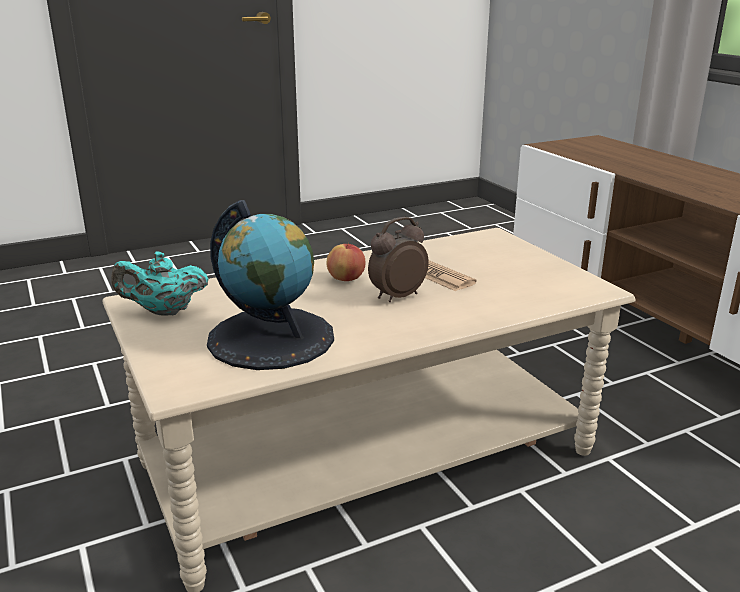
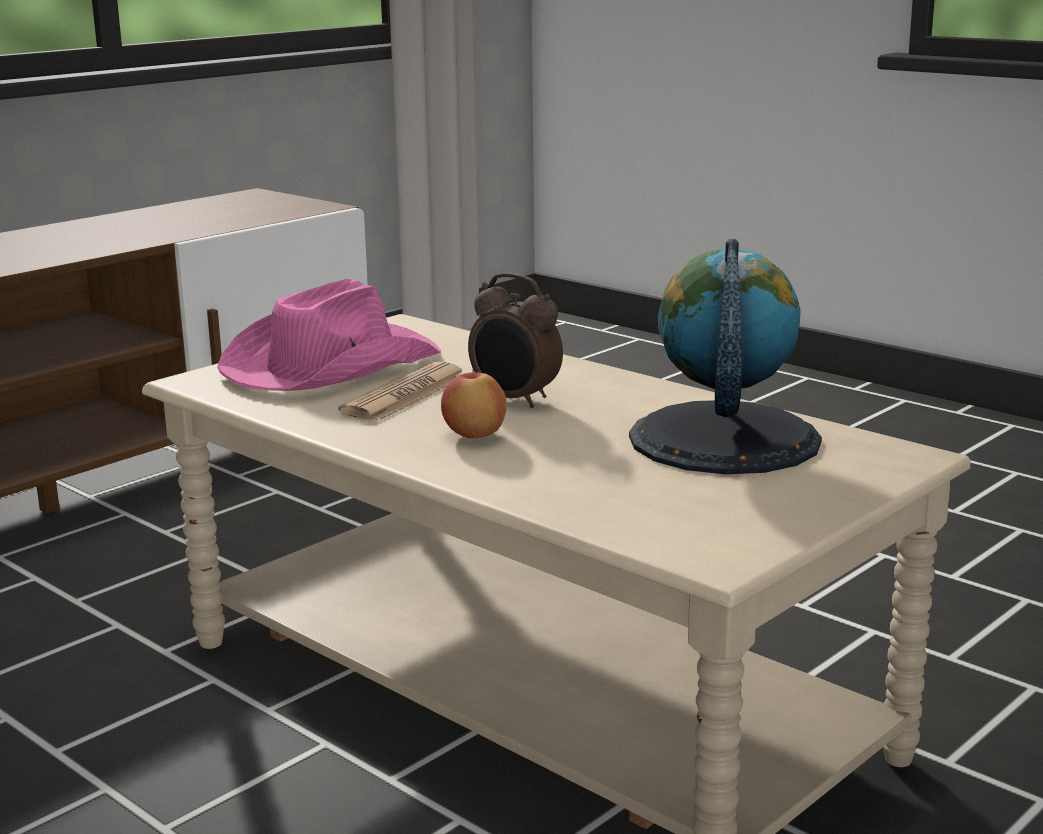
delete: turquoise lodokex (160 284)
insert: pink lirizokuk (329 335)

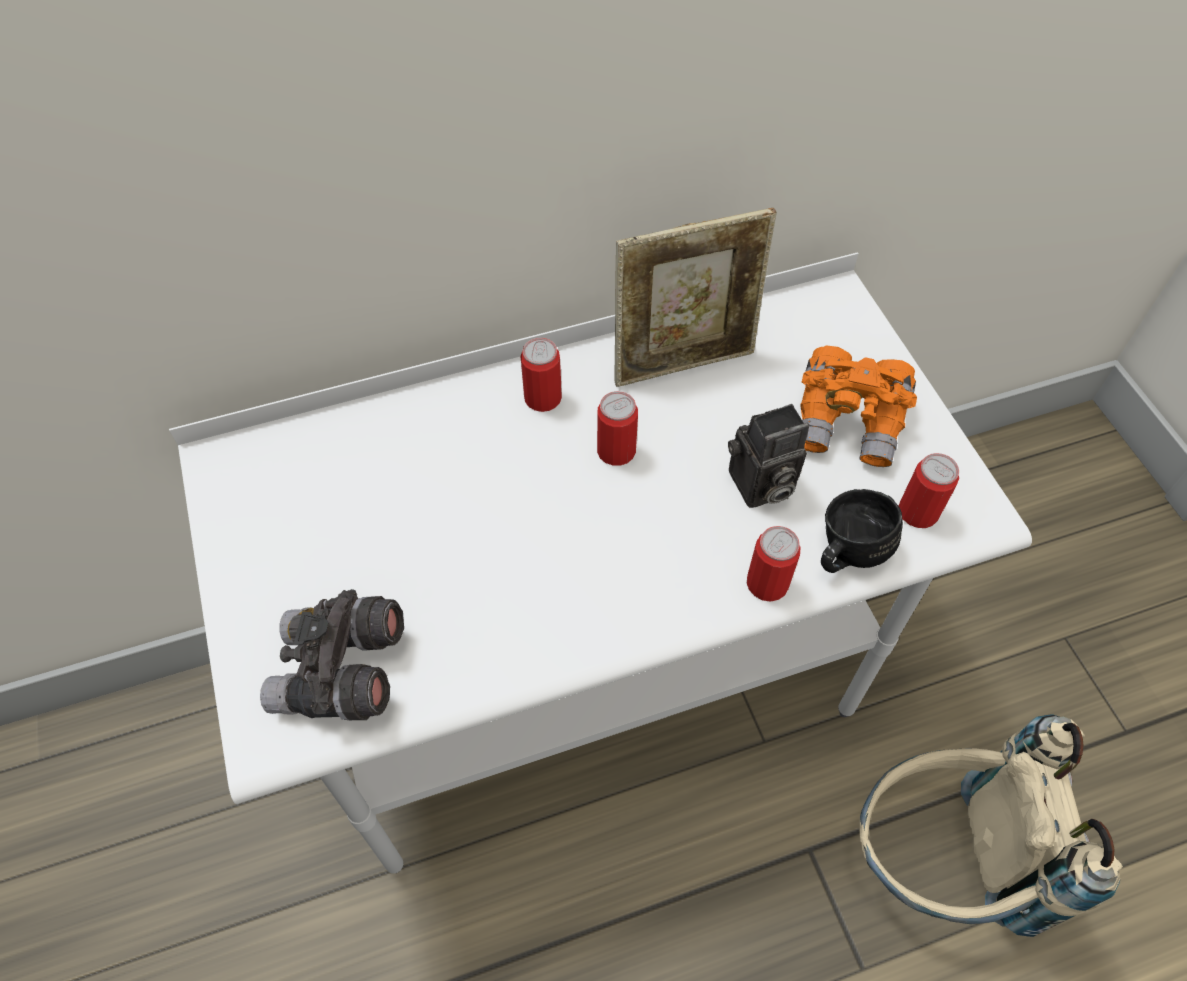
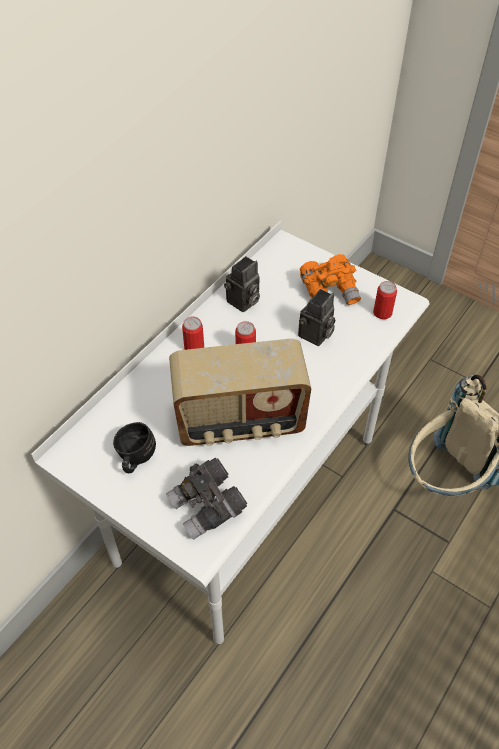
delete: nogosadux (773 564)
insert: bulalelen (240 392)
move: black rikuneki (862 531) to (134 447)
replace: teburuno (695 297) to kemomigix (242 284)

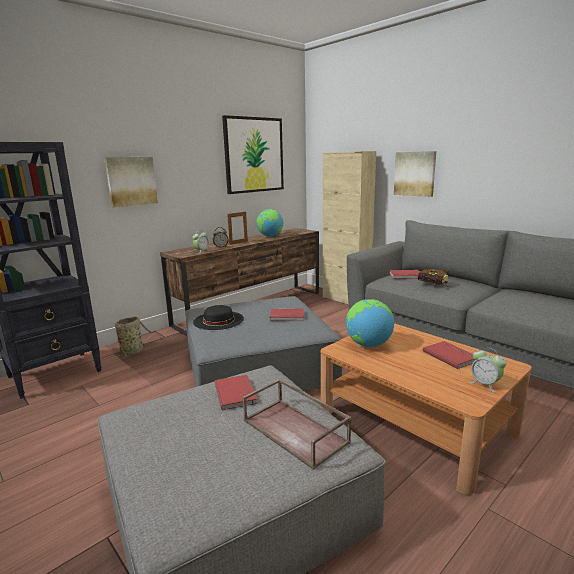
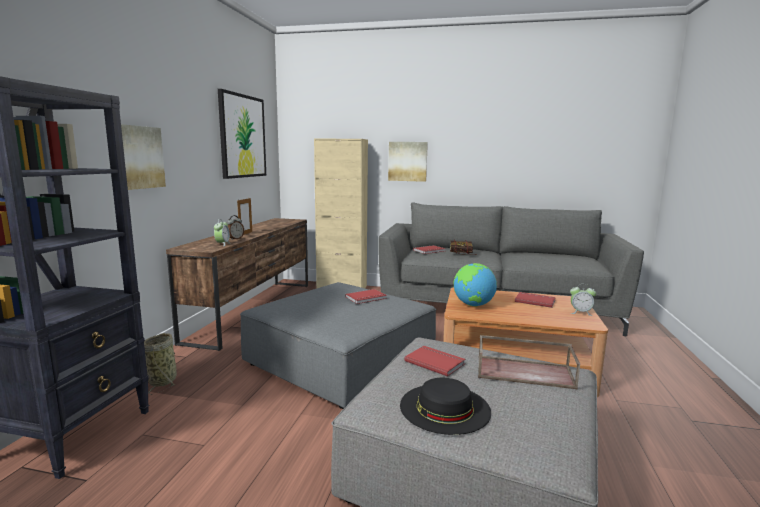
delete: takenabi (270 223)
move: black lirizokuk (218 317) to (445 406)

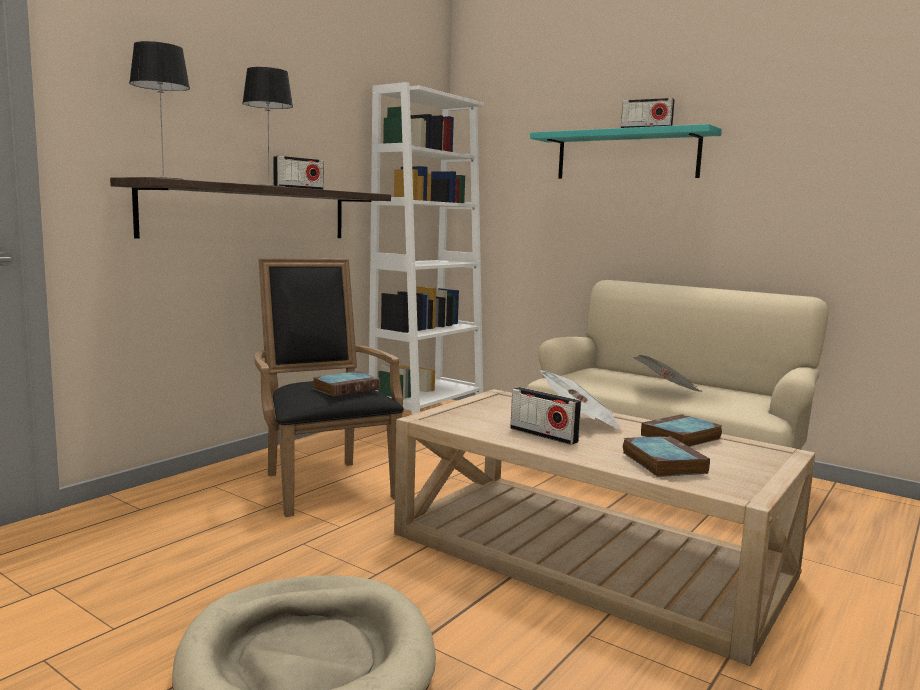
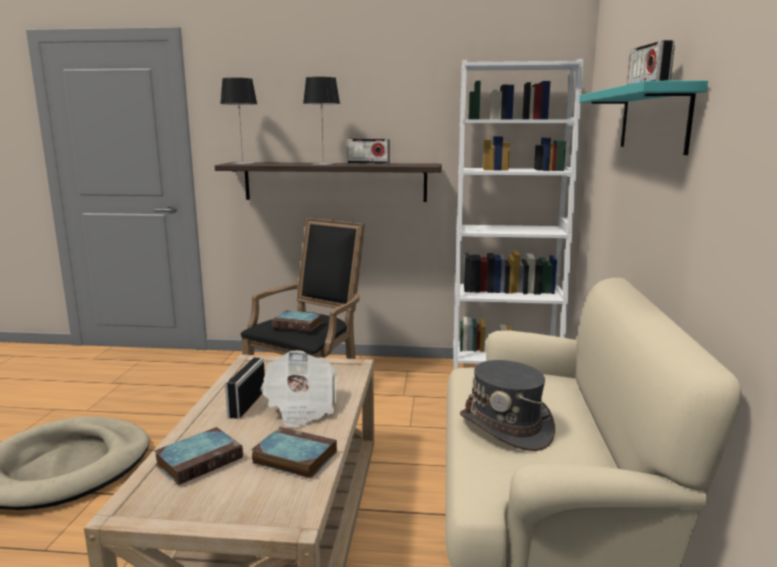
replace: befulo (668 373) to grey lirizokuk (507 405)

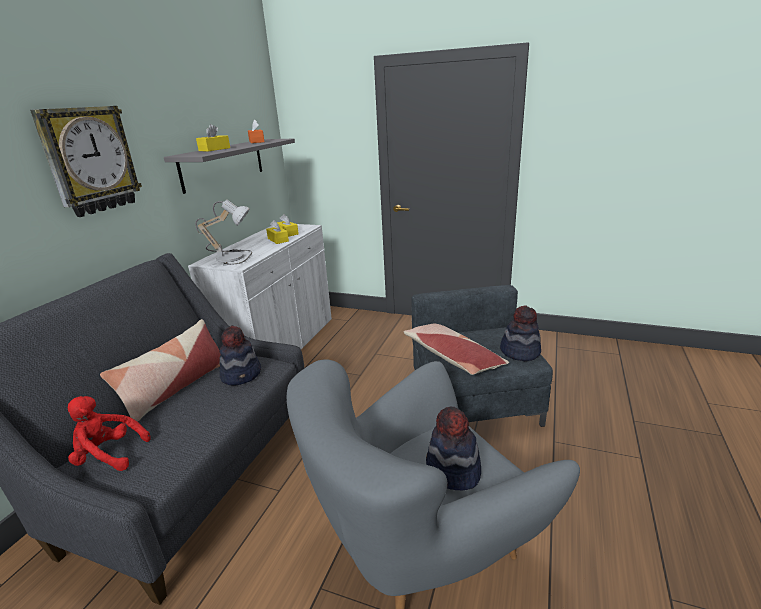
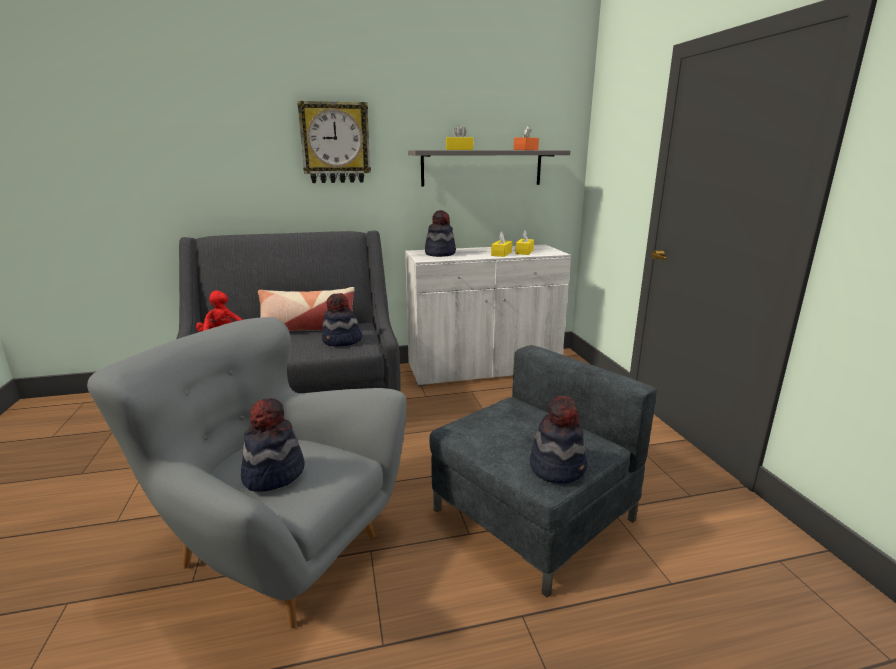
delete: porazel (456 349)
replace: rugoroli (223 233) to lirizokuk (440 233)

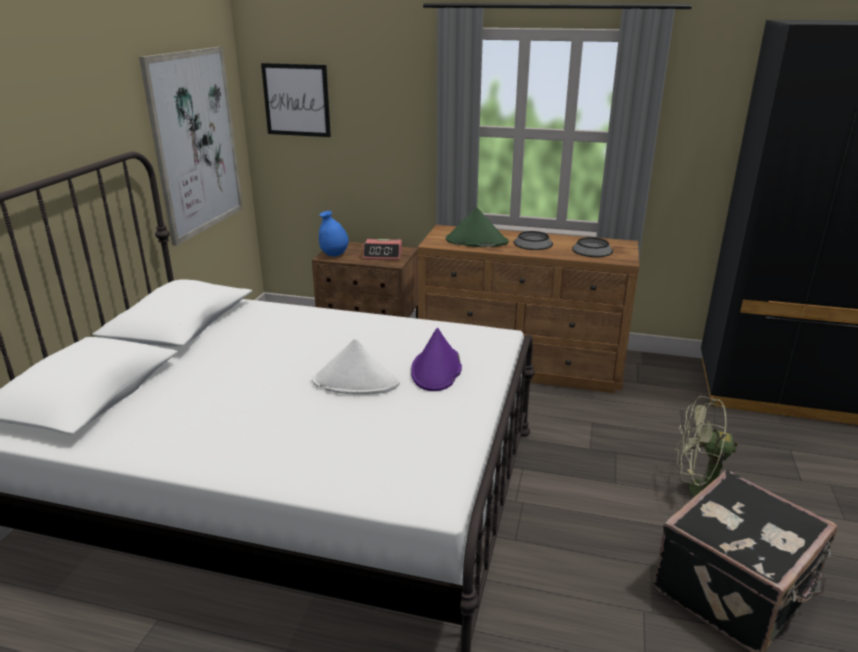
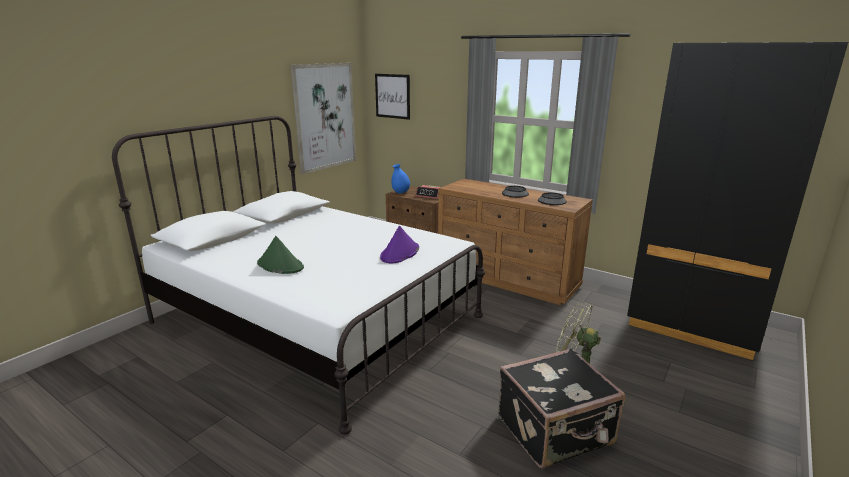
delete: white lirizokuk (355 366)
move: green lirizokuk (477 227) to (280 255)

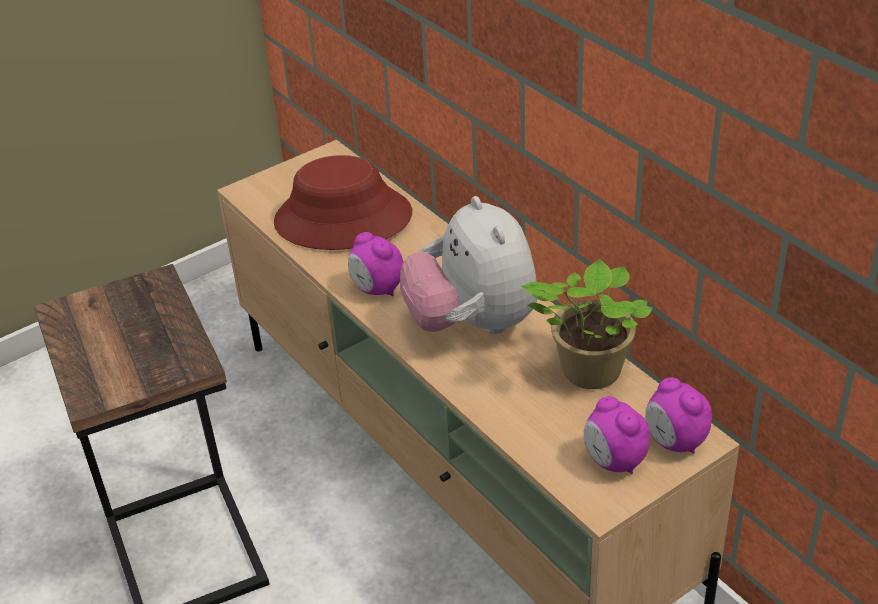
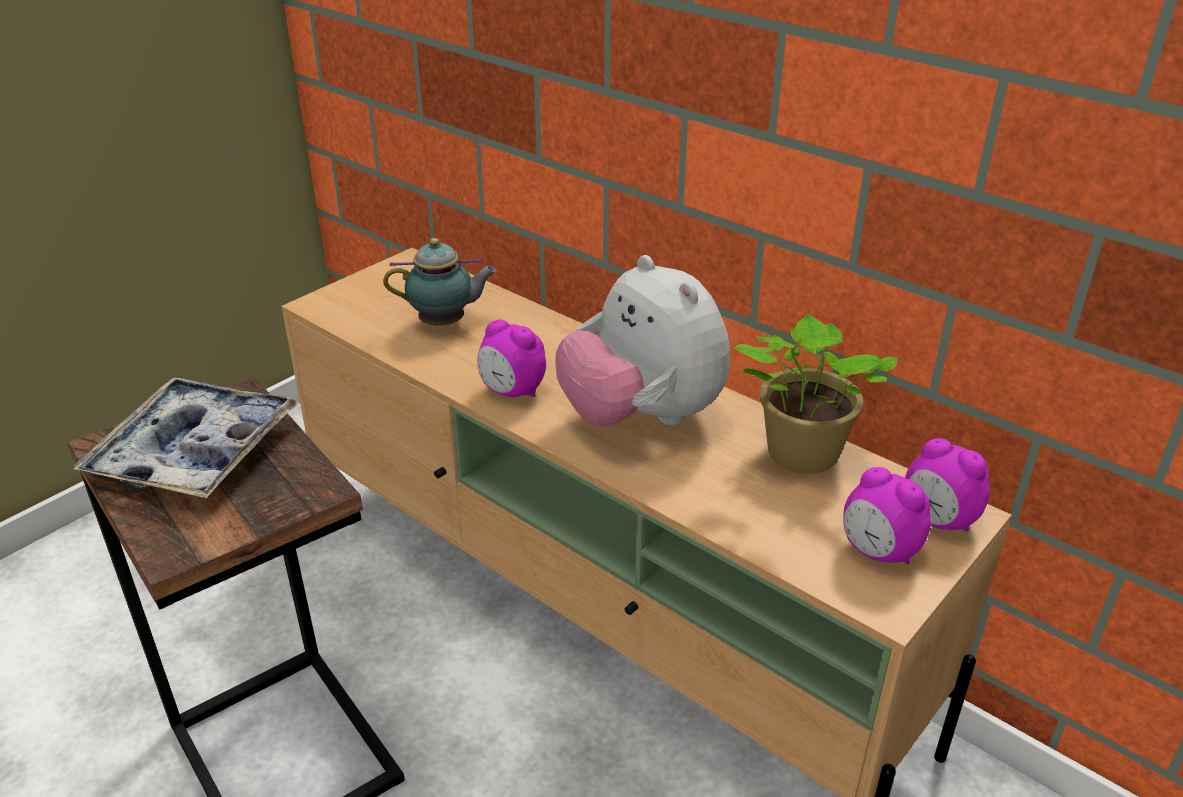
insert: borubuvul (187 438)
replace: red lirizokuk (343 202) to lodokex (440 281)

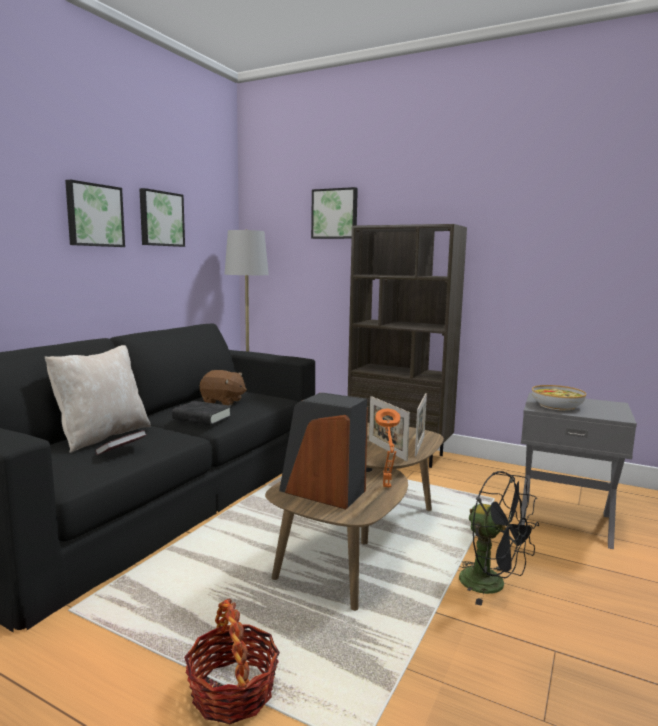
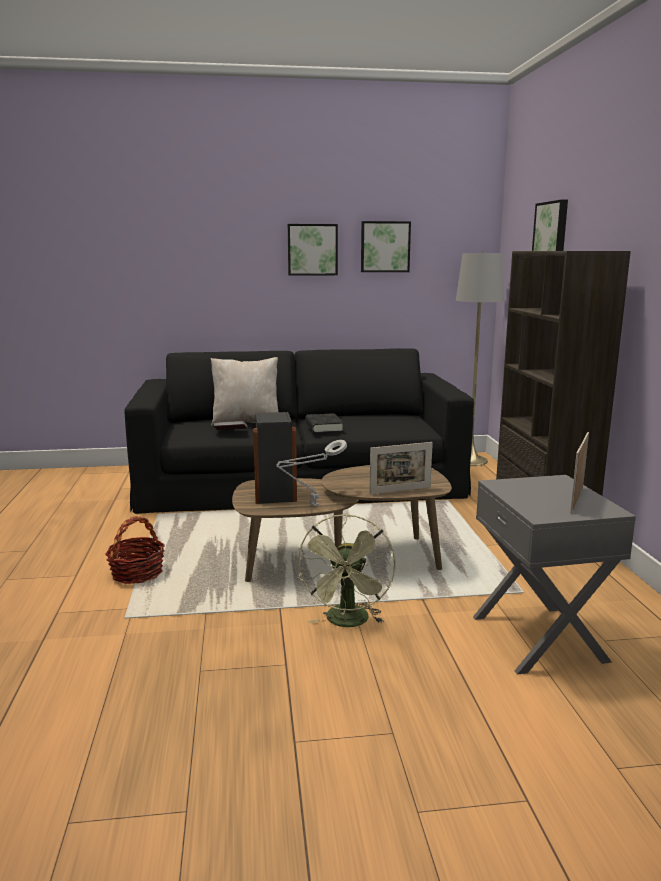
delete: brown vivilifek (223 388); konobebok (559 398)
move: teburuno (389 428) to (579 472)
recolor: orange rugoroli (387 448) to grey rugoroli (311 473); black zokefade (497 538) to green zokefade (346 570)

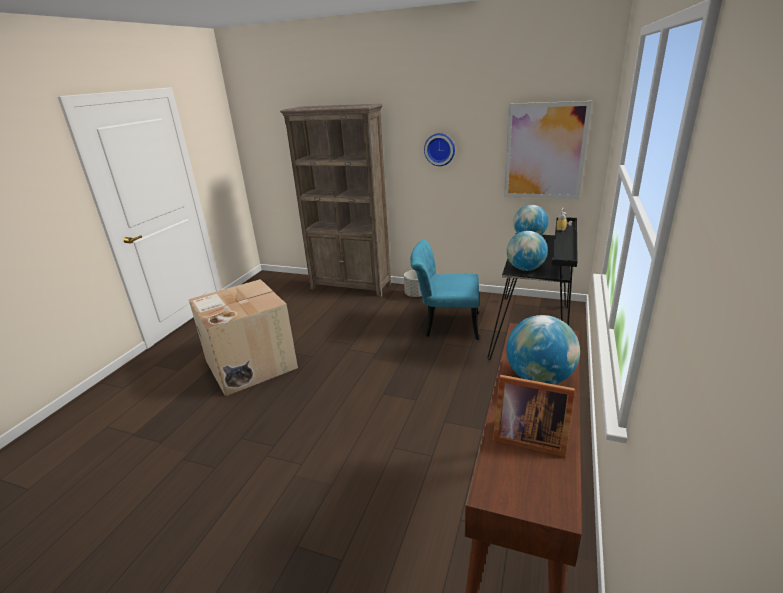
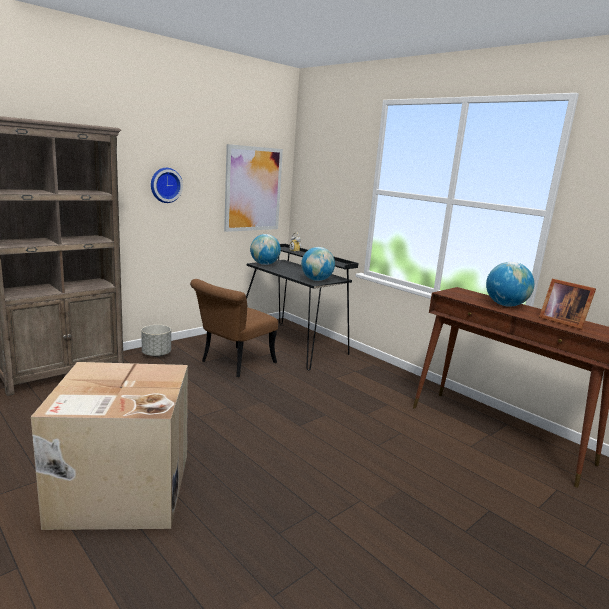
recolor: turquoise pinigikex (444 290) to brown pinigikex (234 328)
rotate: teburuno (534 416) = (567 304) 90 degrees clockwise

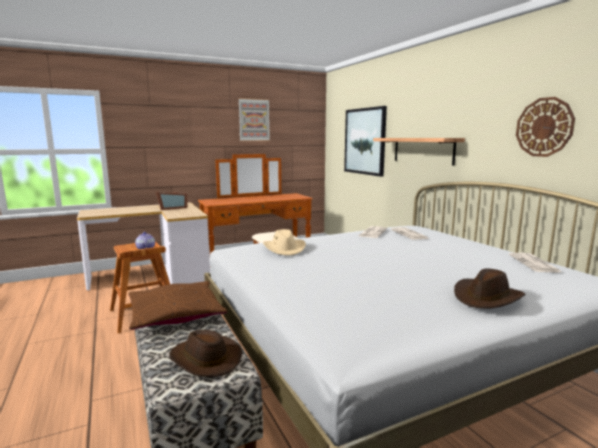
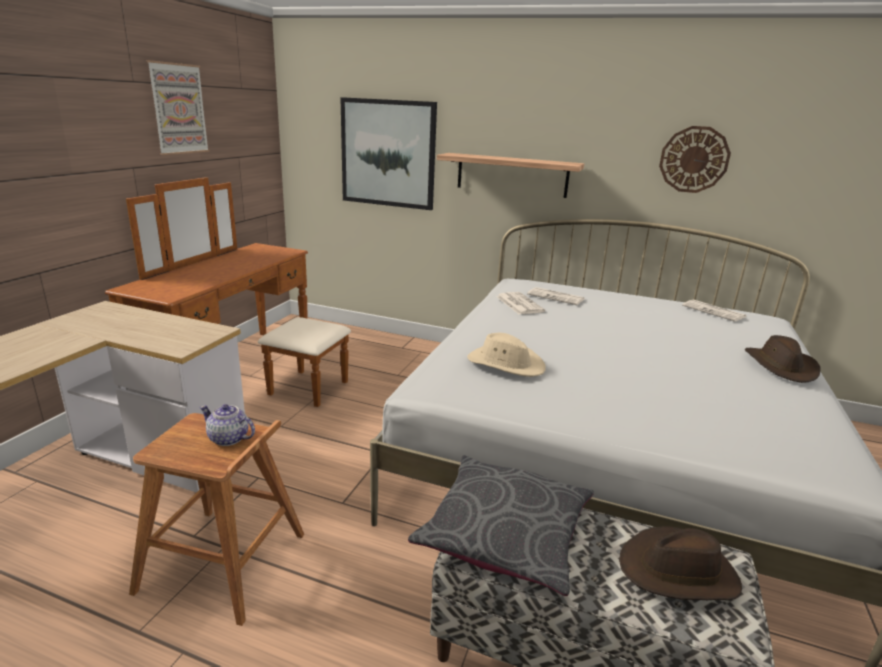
delete: teburuno (171 201)
recolor: brown porazel (177 305) to grey porazel (501 525)

